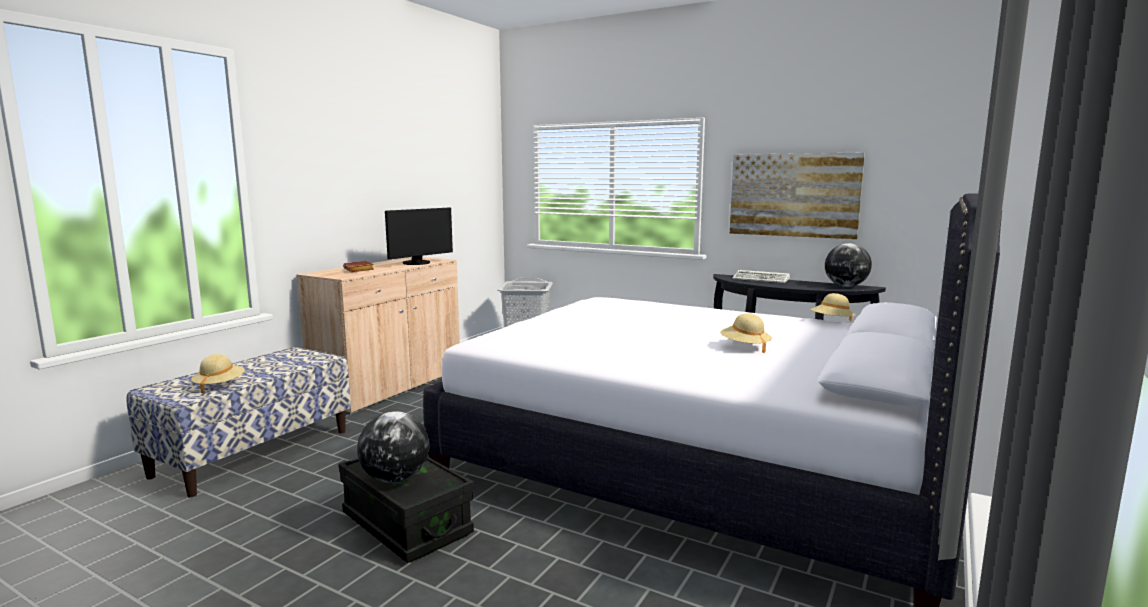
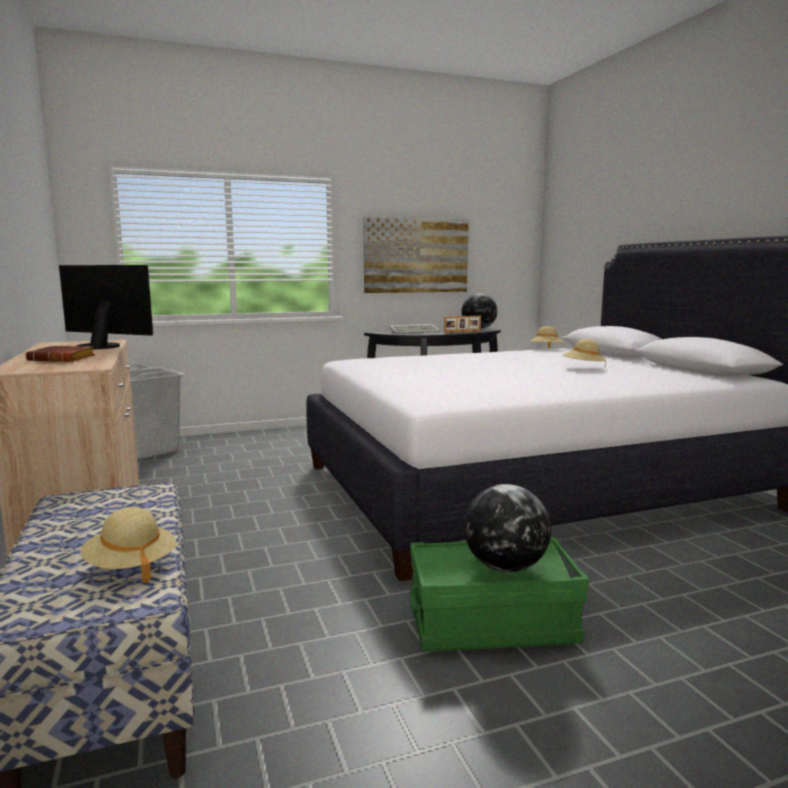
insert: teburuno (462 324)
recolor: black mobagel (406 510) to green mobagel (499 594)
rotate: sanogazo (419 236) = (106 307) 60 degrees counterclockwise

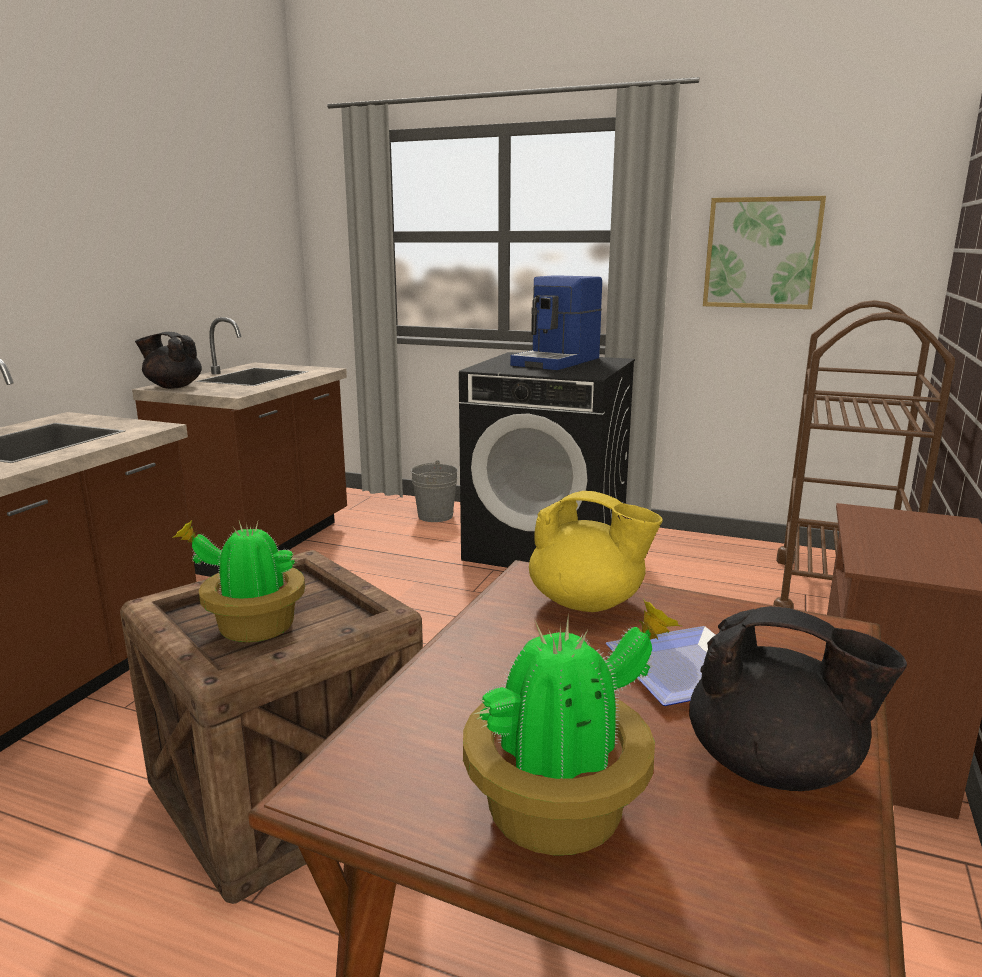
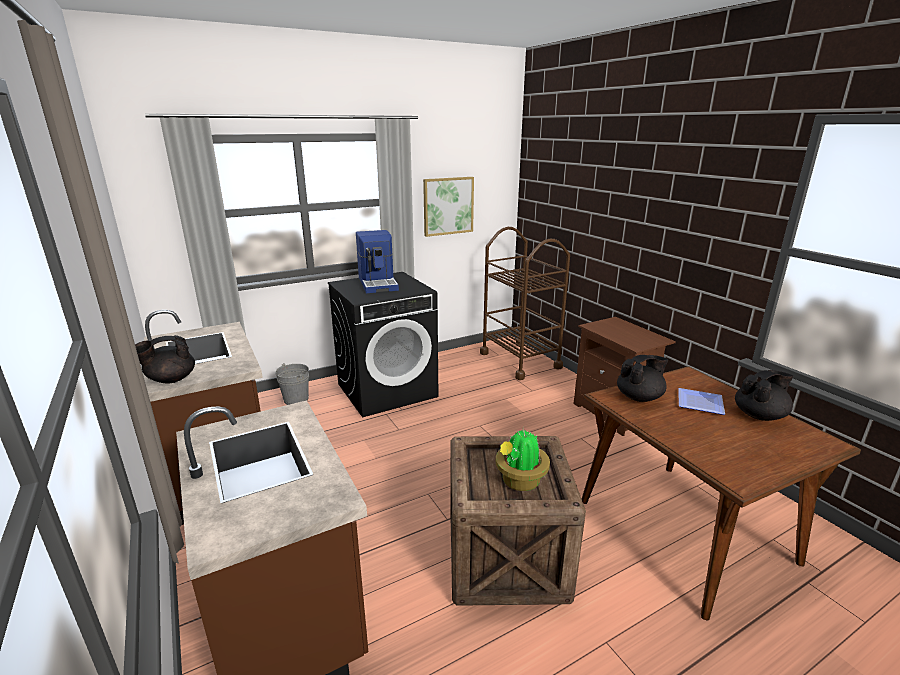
delete: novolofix (572 726)
recolor: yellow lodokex (596 551) to black lodokex (642 378)

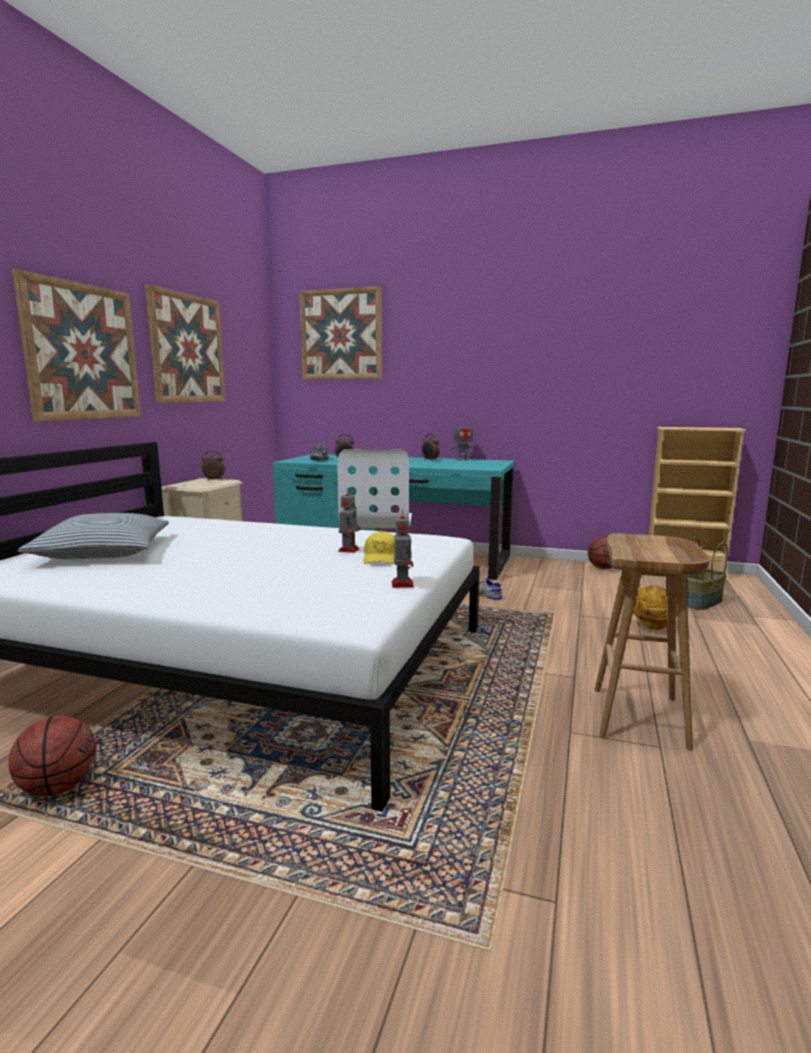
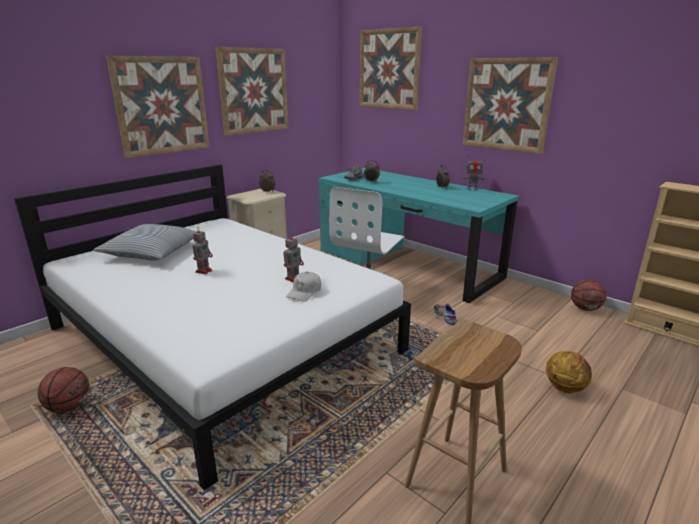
delete: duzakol (707 573)
insert: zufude (510 105)
move: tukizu (403 548) to (203 250)
recolor: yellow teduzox (379 547) to white teduzox (303 286)

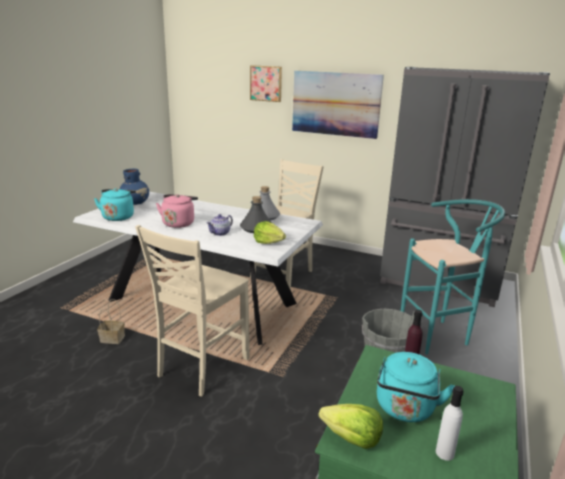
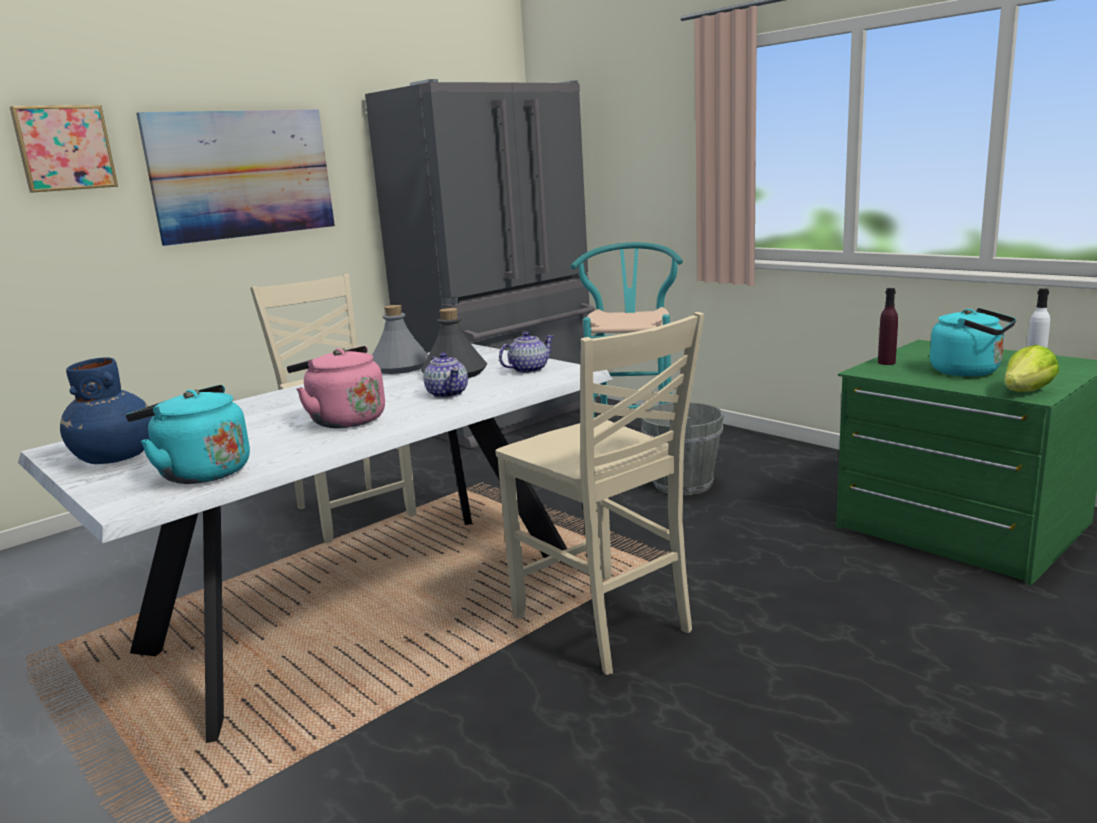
delete: duzakol (111 321)
replace: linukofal (270 232) to lodokex (526 352)

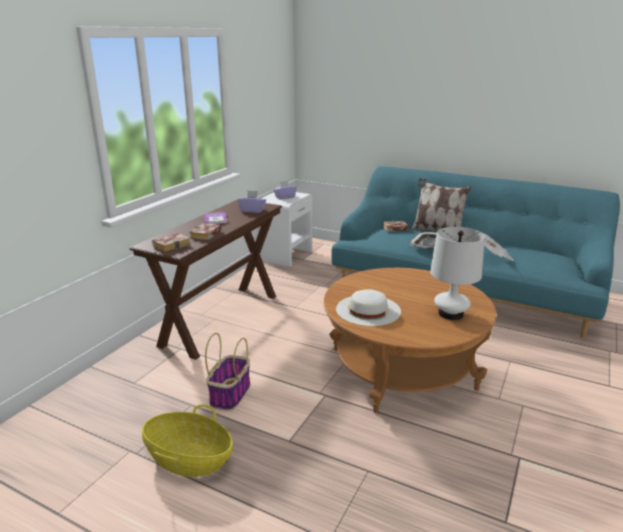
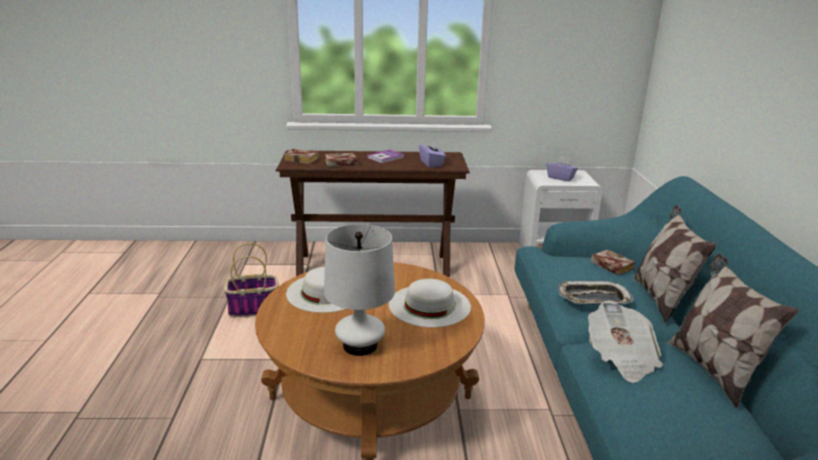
delete: duzakol (187 441)
insert: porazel (733 331); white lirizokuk (430 303)

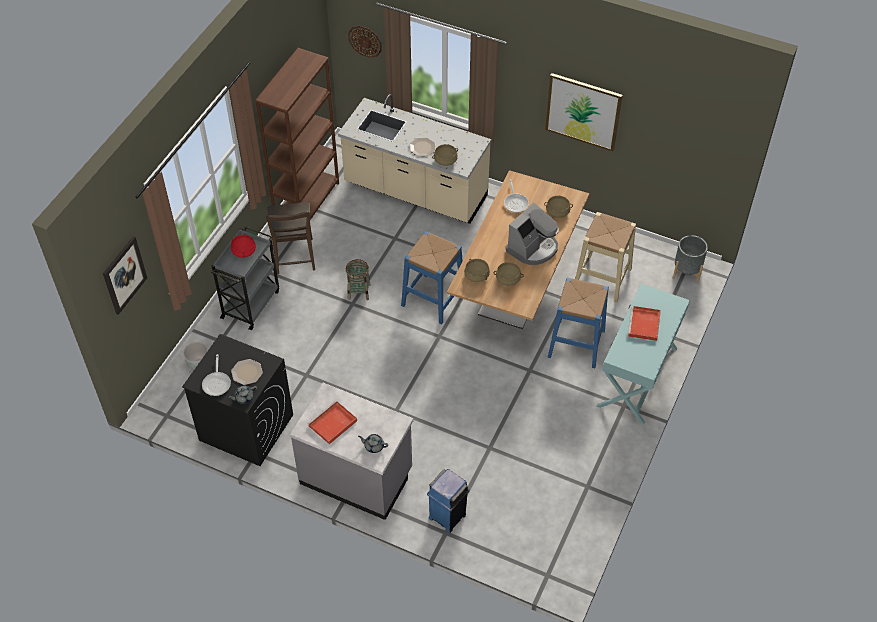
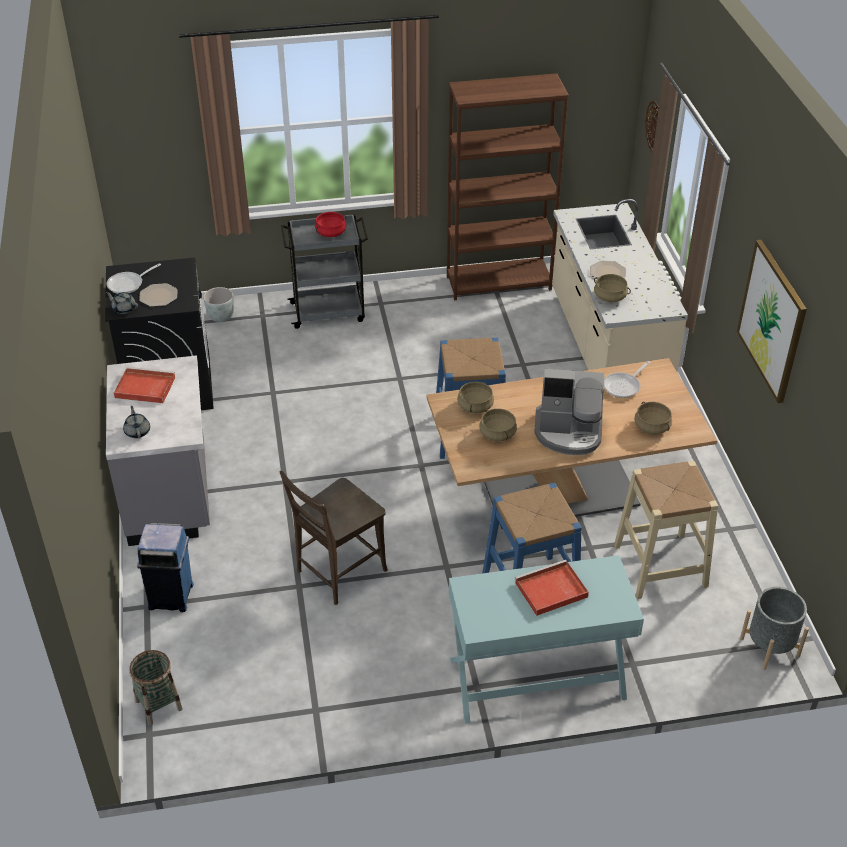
delete: zufude (125 275)
move: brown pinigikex (290 238) to (334 538); duzakol (358 279) to (155 688)

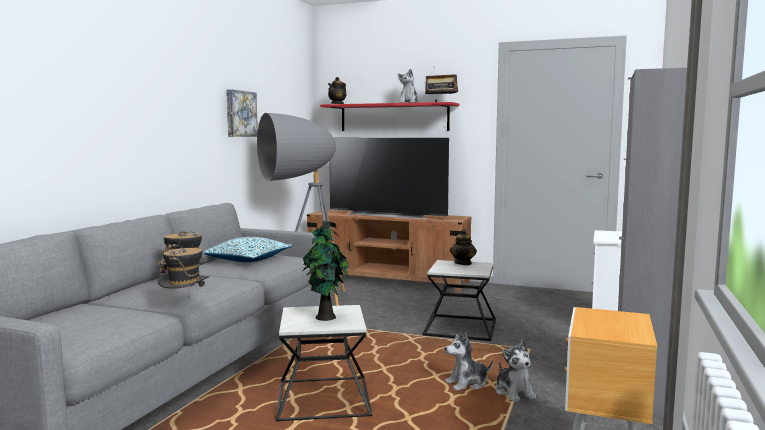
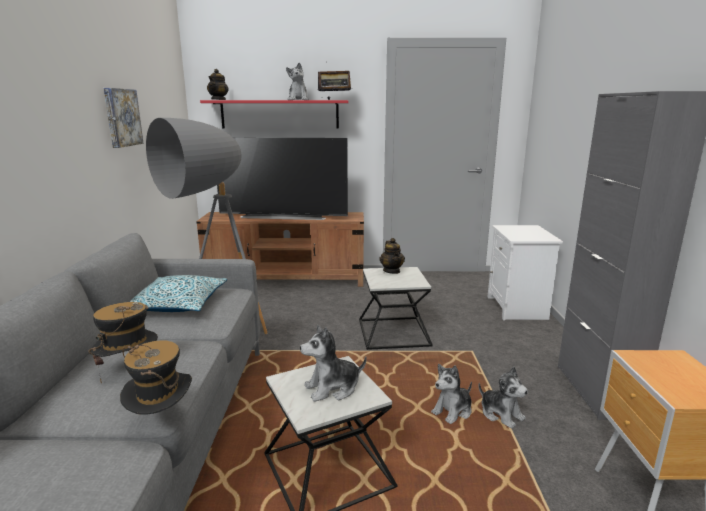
replace: novolofix (326 270) to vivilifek (333 363)

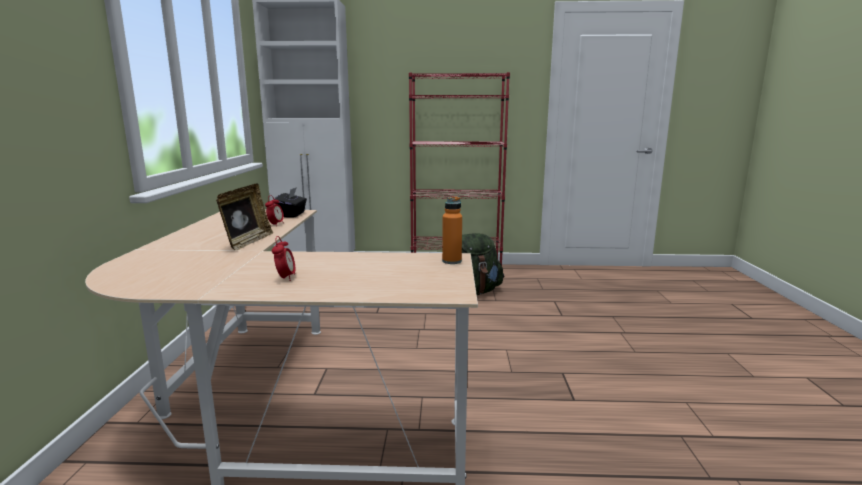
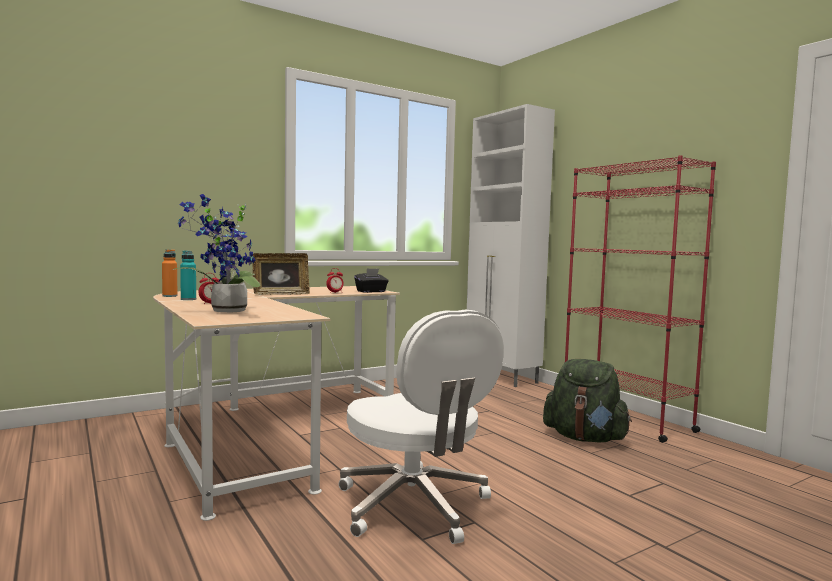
insert: novolofix (216 253); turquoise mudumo (188 275); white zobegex (421 426)
move: orange mudumo (452 230) to (170 273)

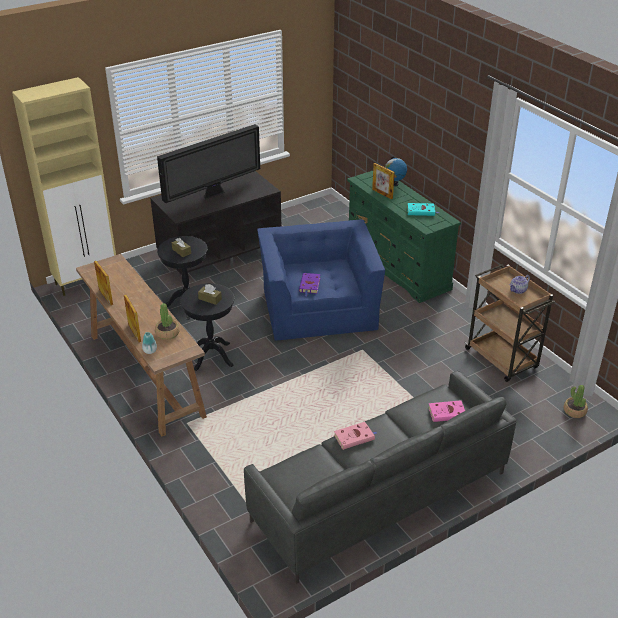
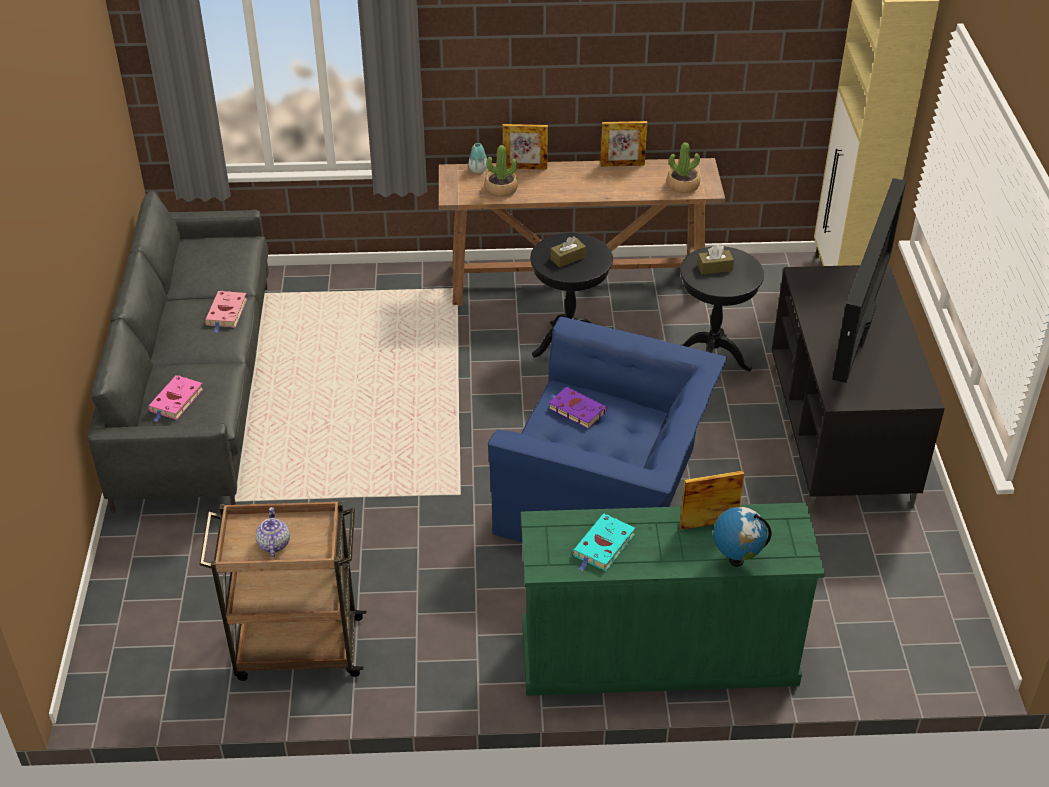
move: novolofix (575 401) to (683 167)
rotate: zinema (208 163) = (869 280) 150 degrees counterclockwise

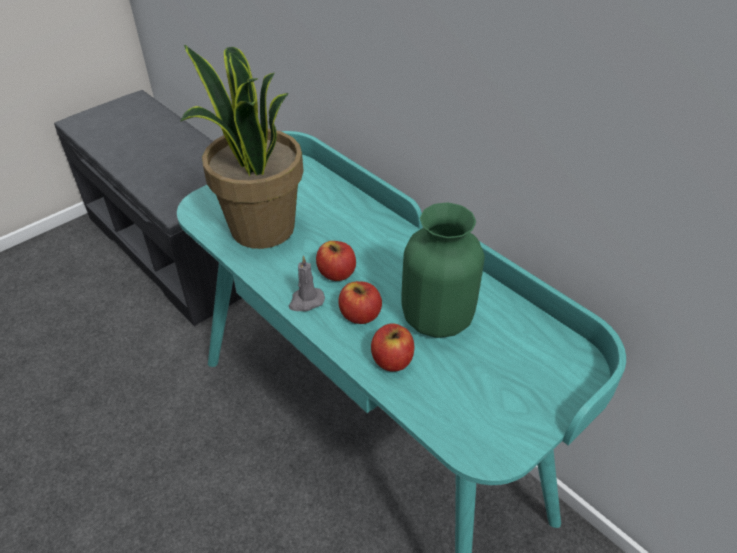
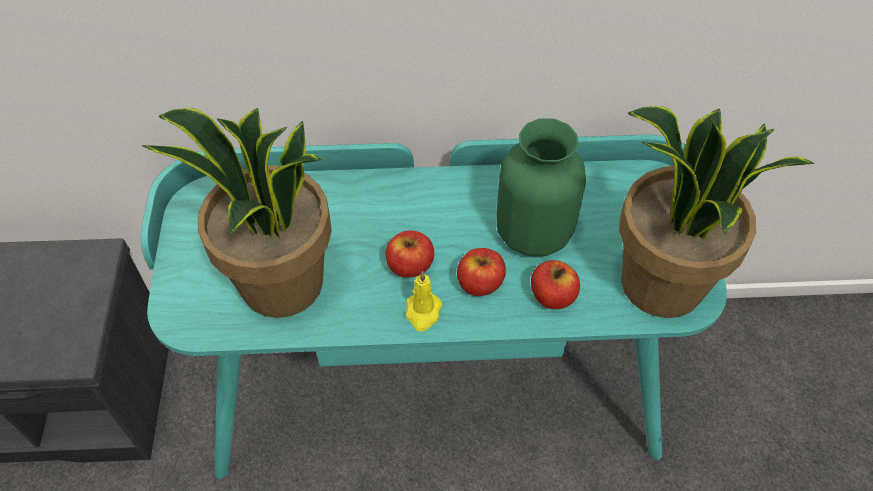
insert: novolofix (717 212)
recolor: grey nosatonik (307 283) to yellow nosatonik (424 301)

